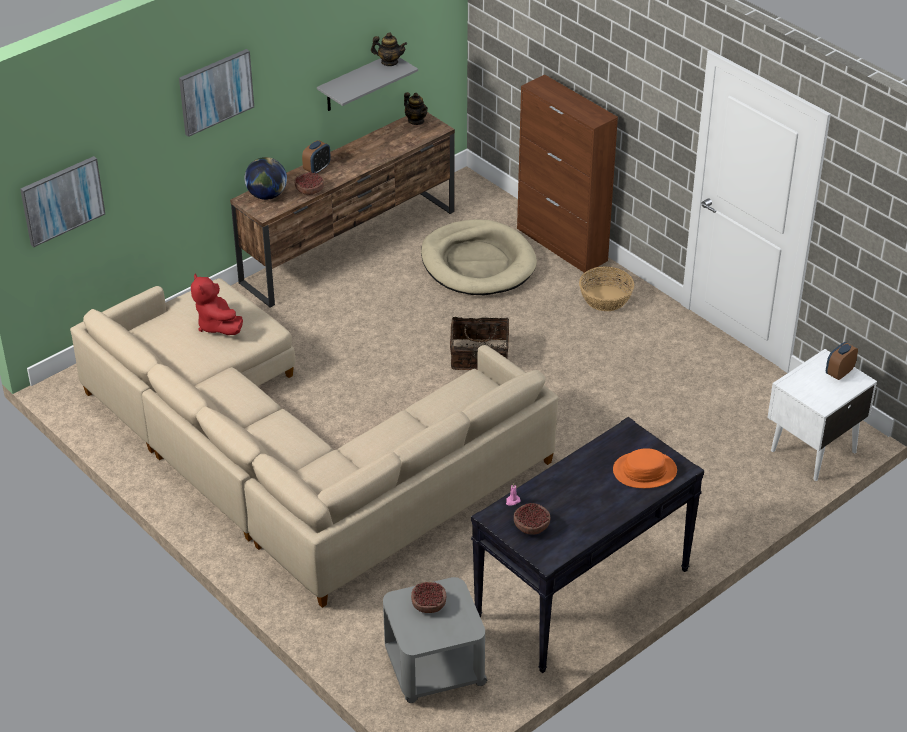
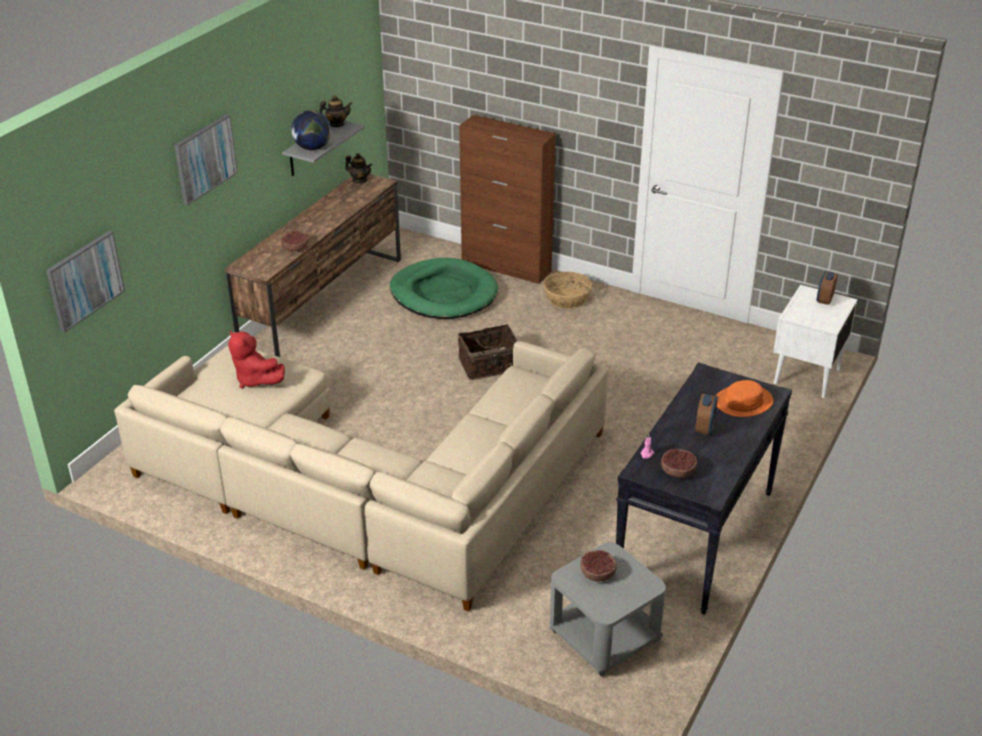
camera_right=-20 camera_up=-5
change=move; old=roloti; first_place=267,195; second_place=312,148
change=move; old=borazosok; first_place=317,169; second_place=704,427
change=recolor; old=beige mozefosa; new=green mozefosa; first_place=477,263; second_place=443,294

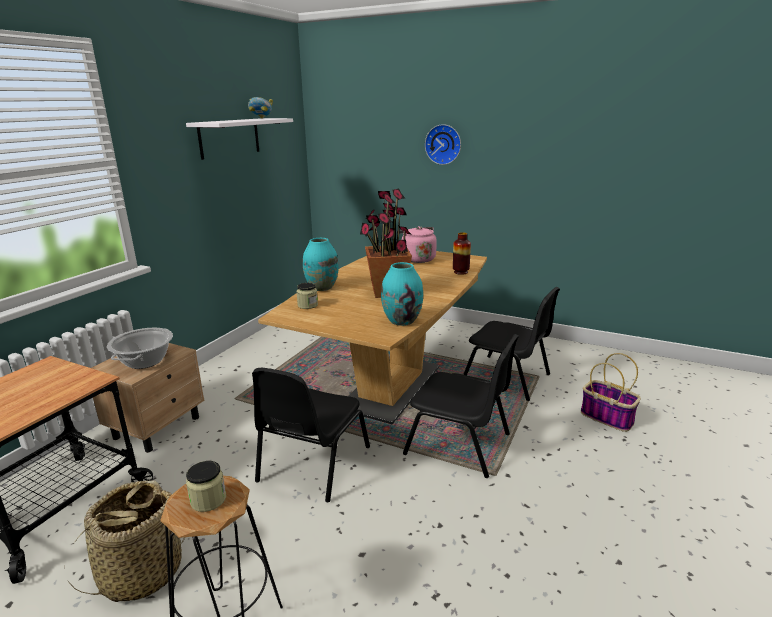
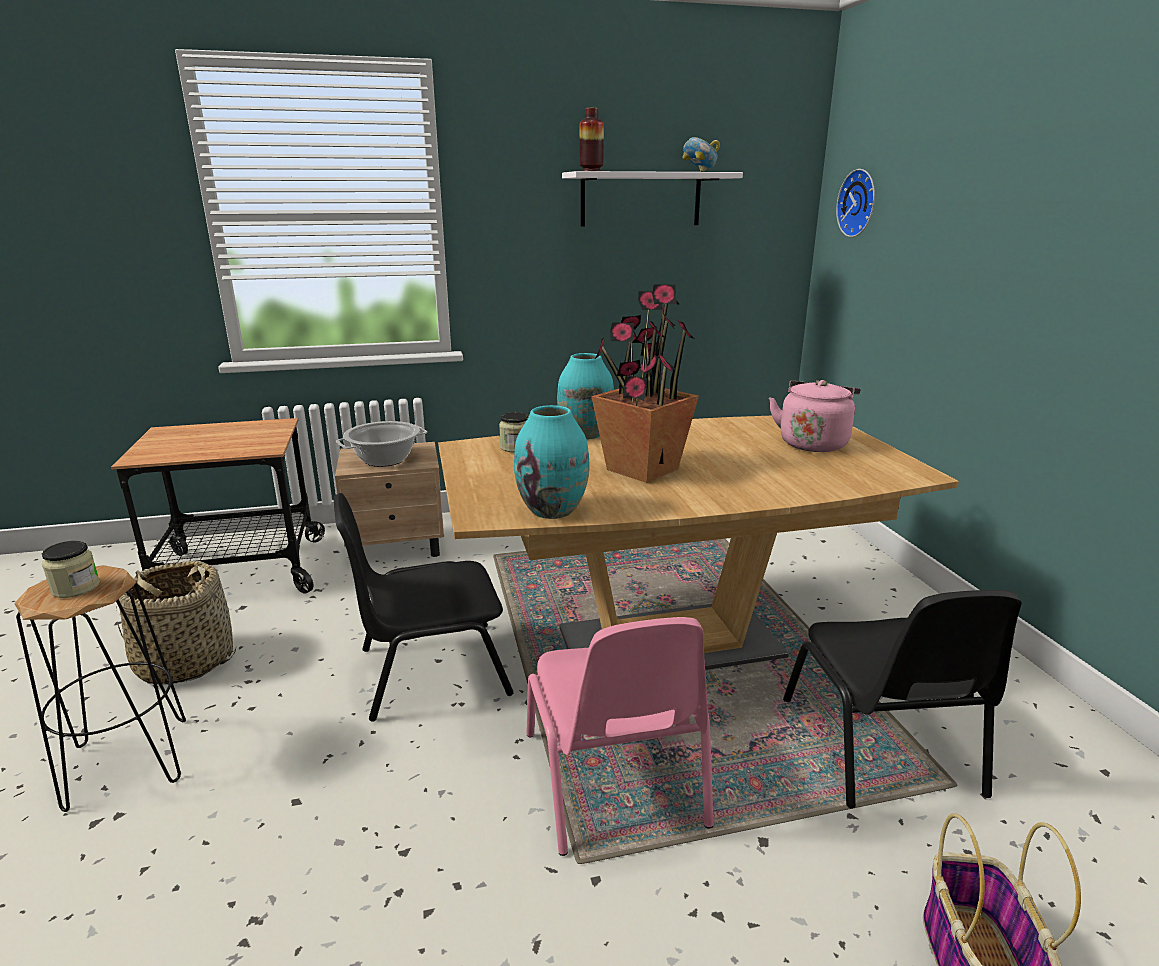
camera_right=50 camera_up=0
change=move; old=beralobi; first_place=443,144; second_place=859,203
change=move; old=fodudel; first_place=460,272; second_place=591,171
change=recolor; old=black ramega; new=pink ramega; first_place=459,444; second_place=615,780

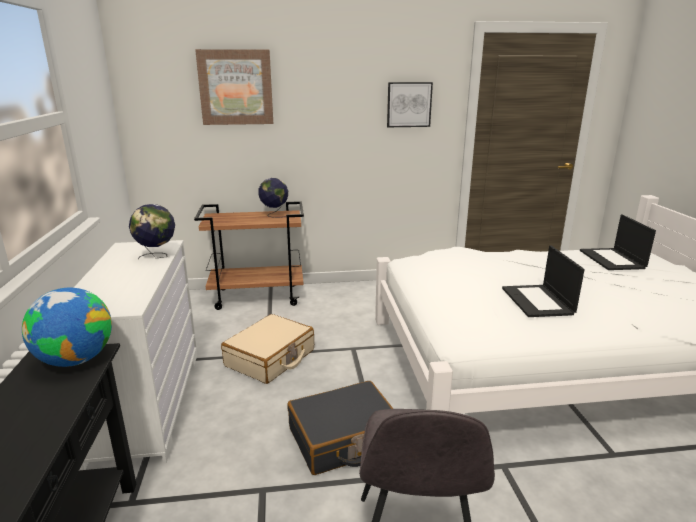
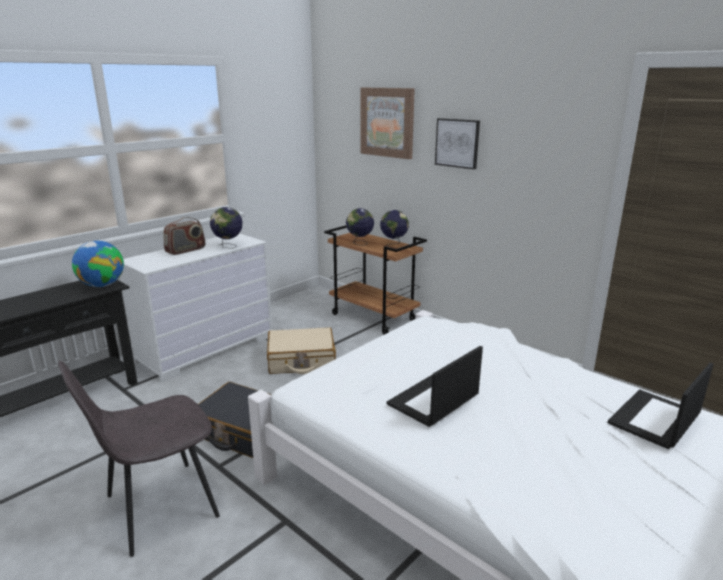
camera_right=50 camera_up=0
change=insert; new=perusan; second_place=186,250
change=insert; new=roloti; second_place=360,243
change=move; old=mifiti; first_place=409,104; second_place=457,143

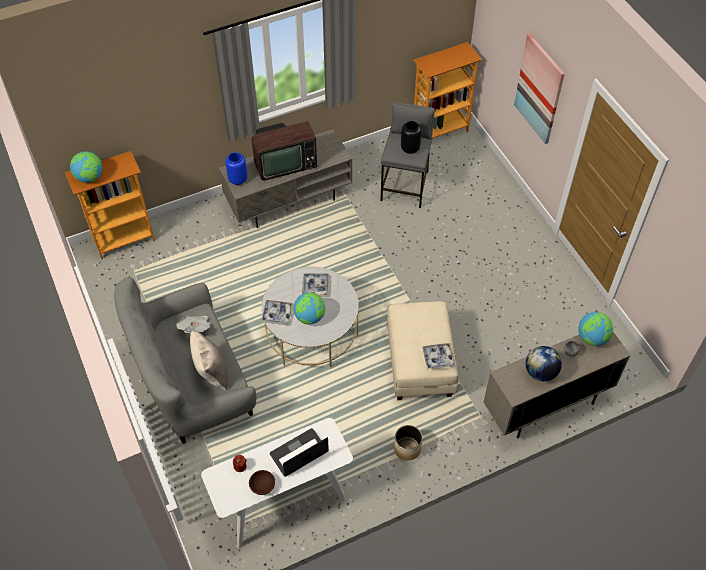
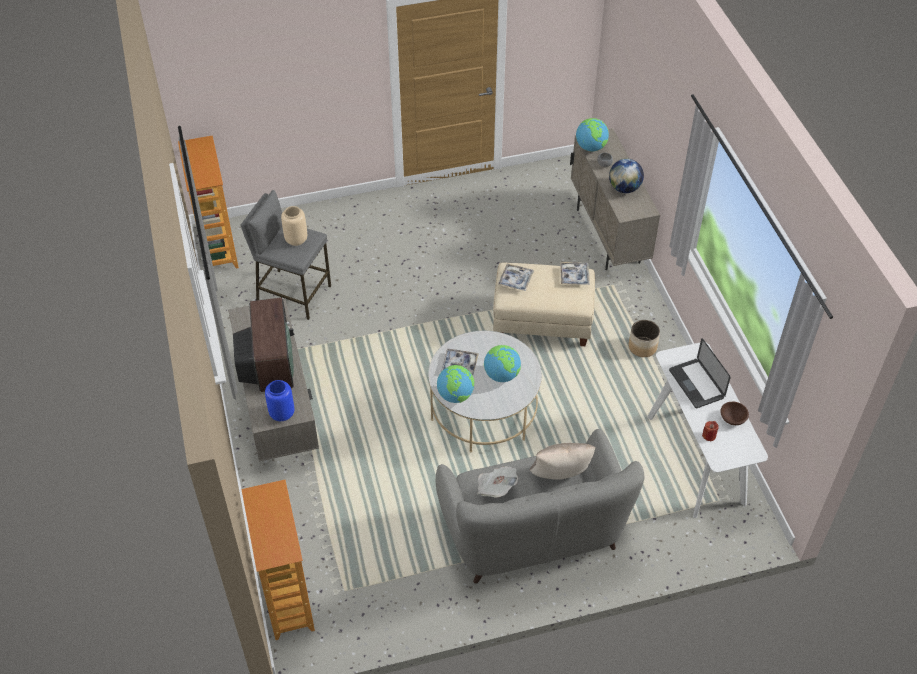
camera_right=-80 camera_up=-5
change=delete; old=mifiti; first_place=539,89
change=move; old=roloti; first_place=90,177; second_place=455,395
change=move; old=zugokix; first_place=277,314; second_place=516,280
change=recolor; old=black fodudel; new=beige fodudel; first_place=409,148; second_place=295,240

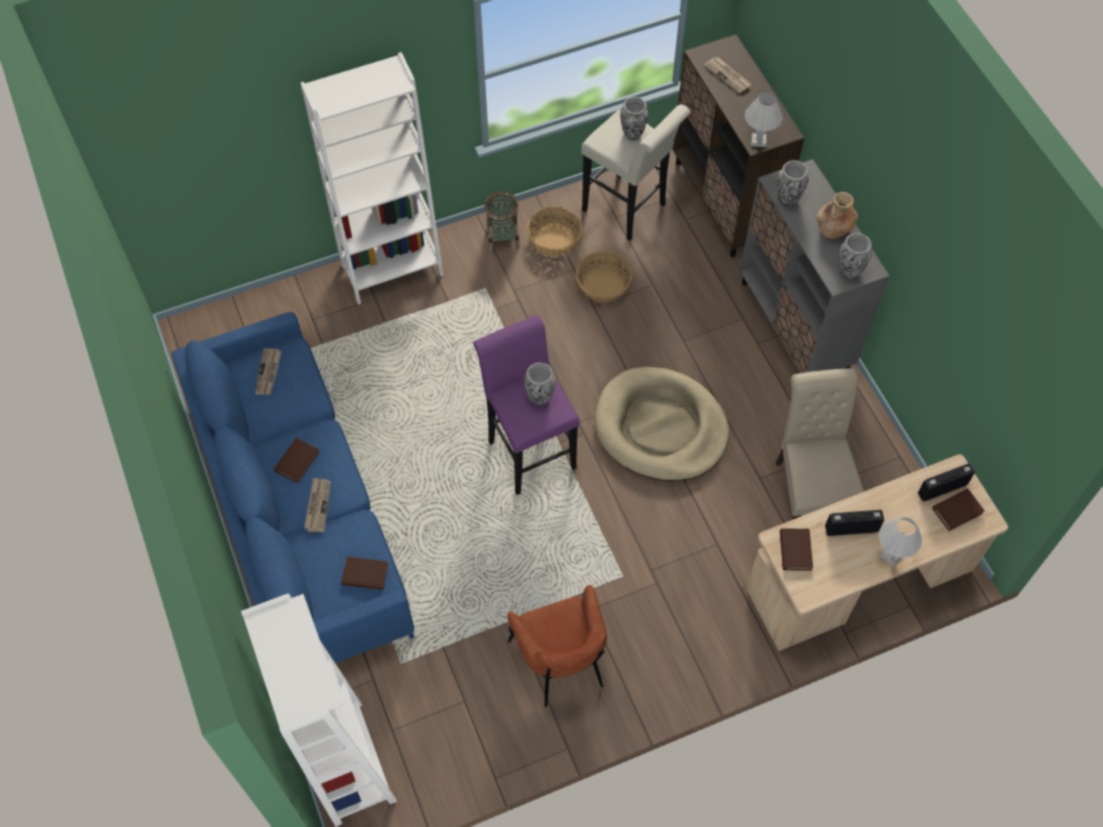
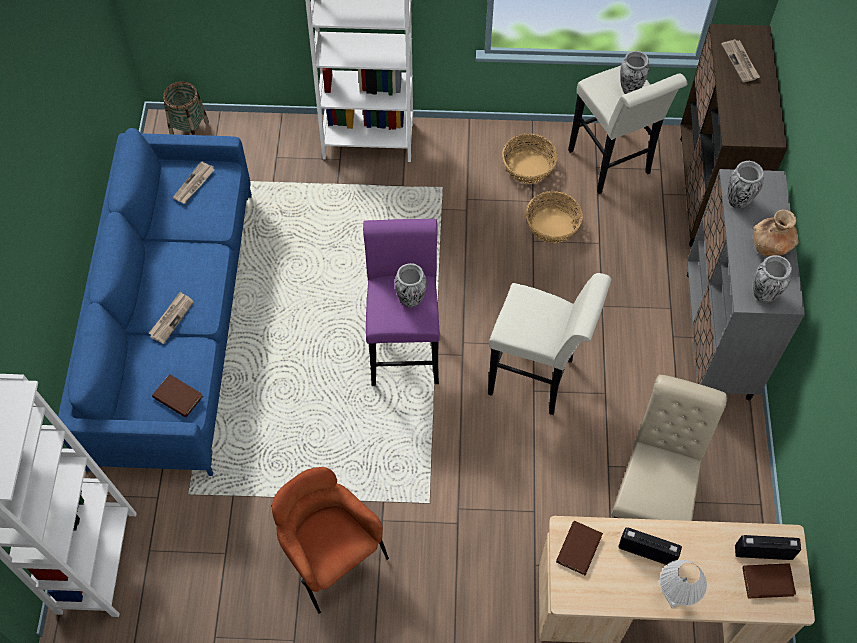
camera_right=25 camera_up=0
change=delete; old=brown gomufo; first_place=297,461
change=delete; old=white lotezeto; first_place=758,141
change=move; old=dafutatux; first_place=503,237; second_place=189,128
change=replace; old=beige mozefosa; new=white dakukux; first_place=660,427; second_place=537,379
change=rotate; old=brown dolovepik; first_place=560,661; second_place=330,556; degrees=135

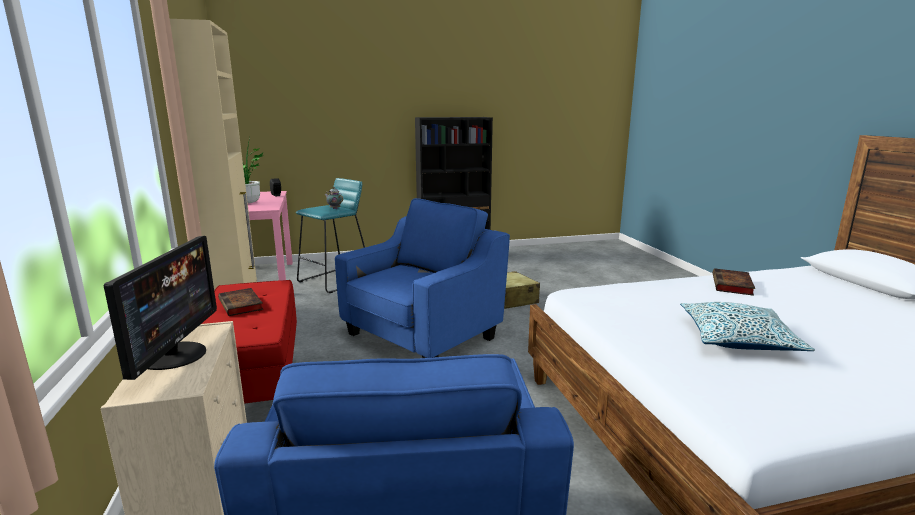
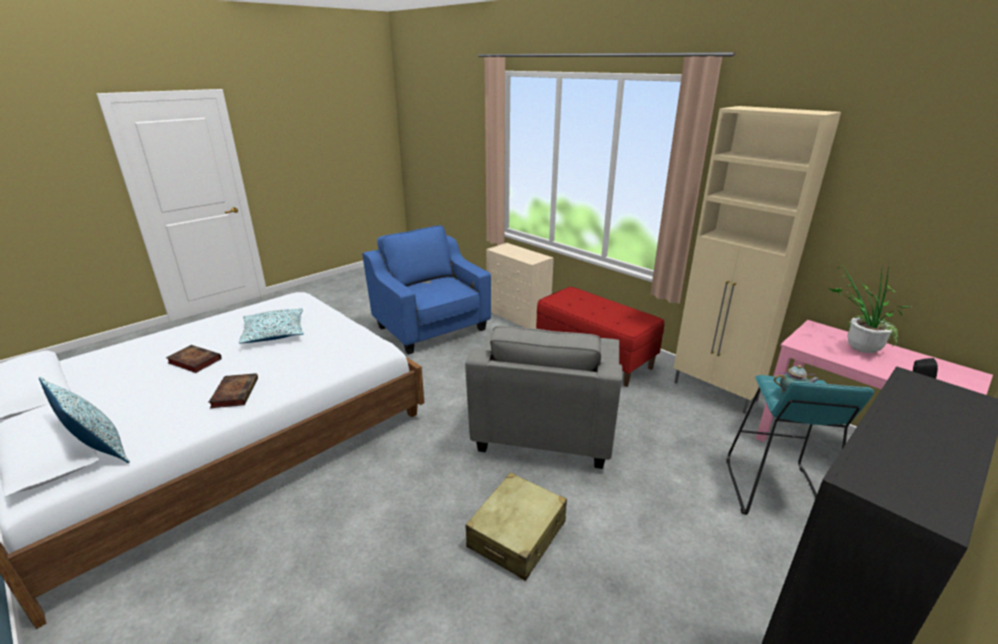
camera_right=150 camera_up=10
change=delete; old=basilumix; first_place=174,355
change=insert; new=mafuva; second_place=99,451
change=move; old=gomufo; first_place=241,305; second_place=193,361
change=recolor; old=blue dolovepik; new=grey dolovepik; first_place=422,336; second_place=544,430

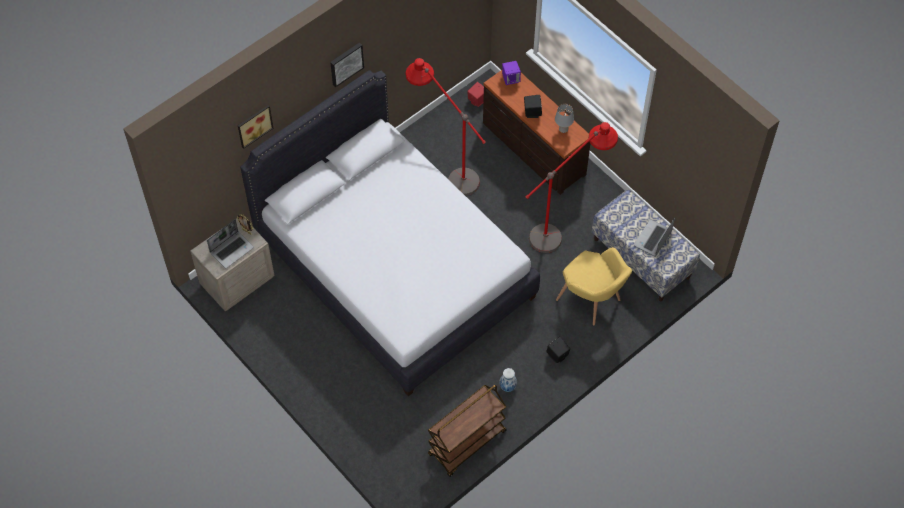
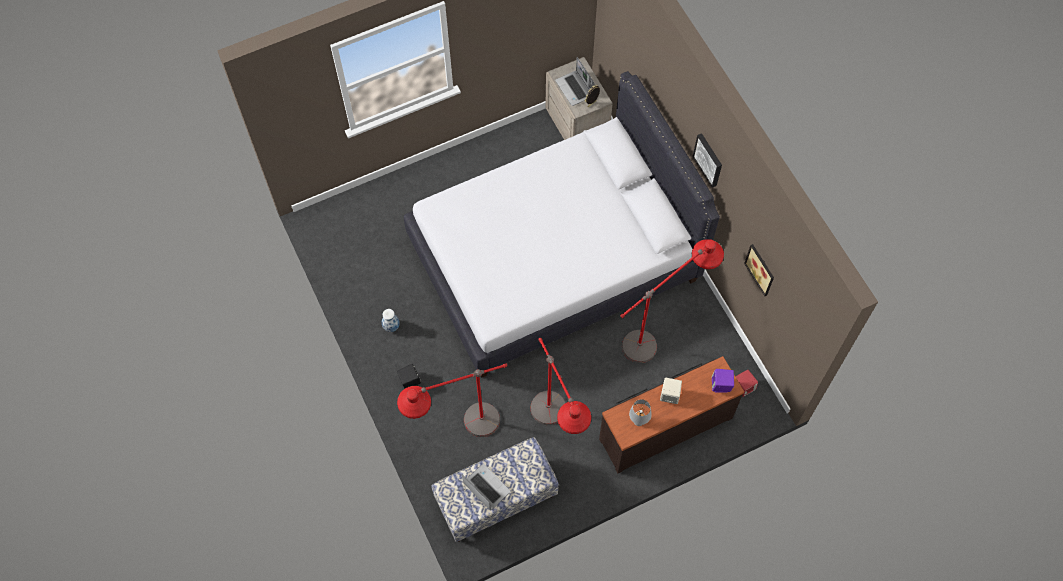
camera_right=105 camera_up=5
change=delete; old=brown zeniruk; first_place=467,444
change=move; old=mifiti; first_place=254,125; second_place=761,269
change=replace; old=yellow dolovepik; new=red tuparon; first_place=592,302; second_place=459,432
change=recolor; old=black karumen; new=beige karumen; first_place=532,112; second_place=670,395

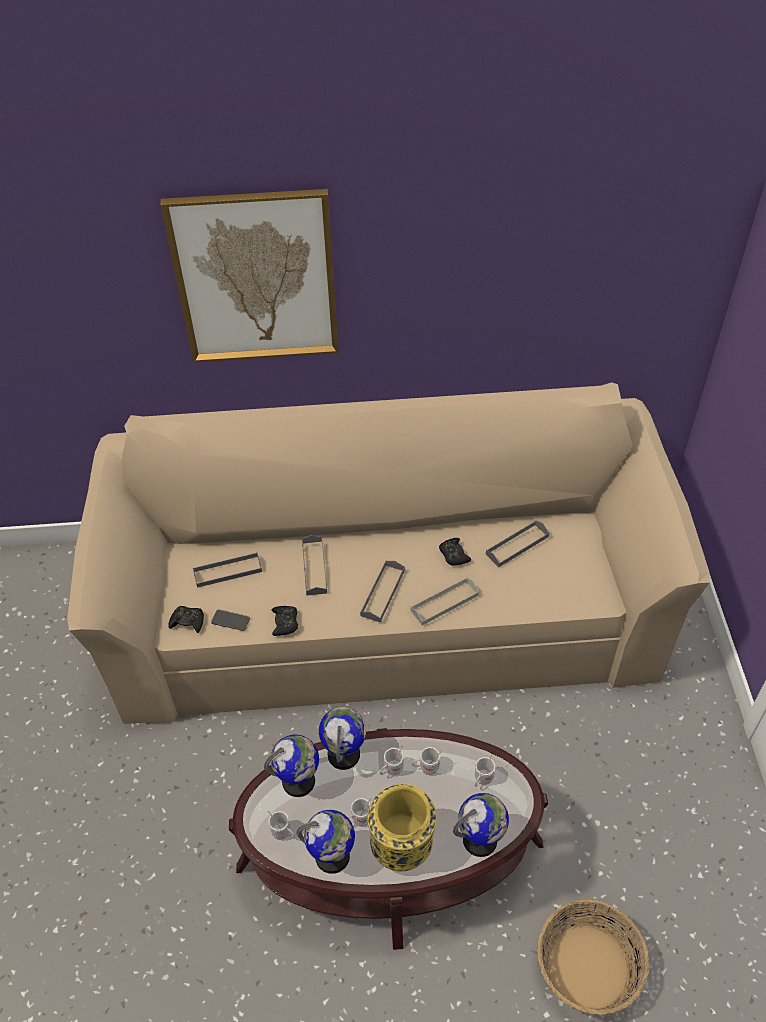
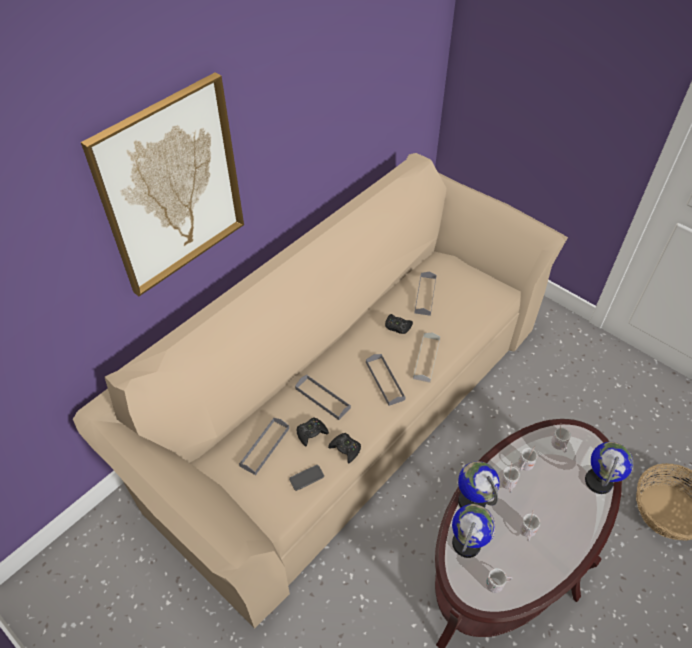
camera_right=-45 camera_up=0
change=delete; old=roloti; first_place=332,857
change=delete; old=yellow fodudel; first_place=402,845
change=move; old=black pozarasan; first_place=187,621; second_place=311,433

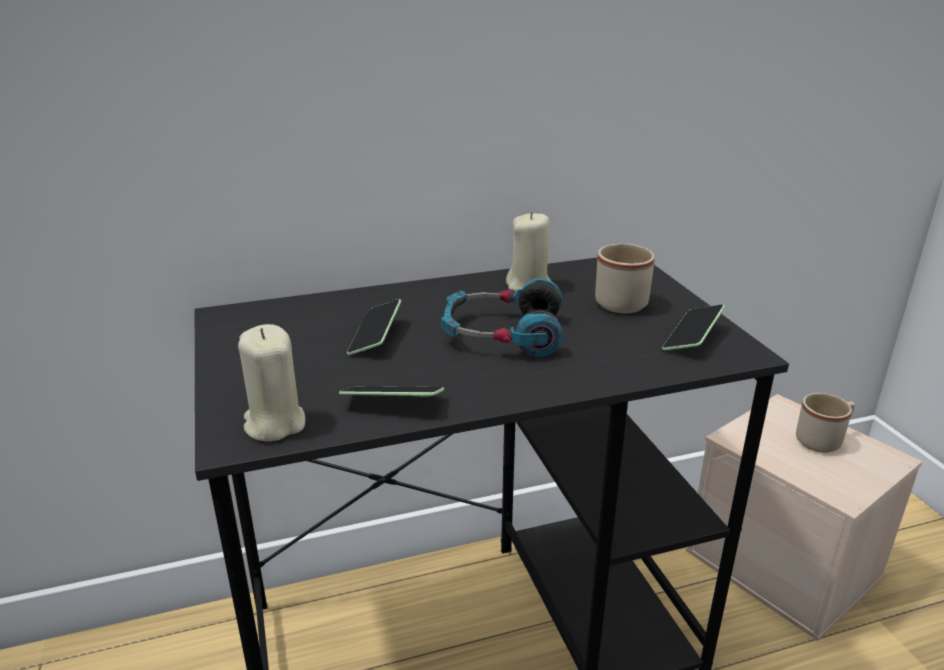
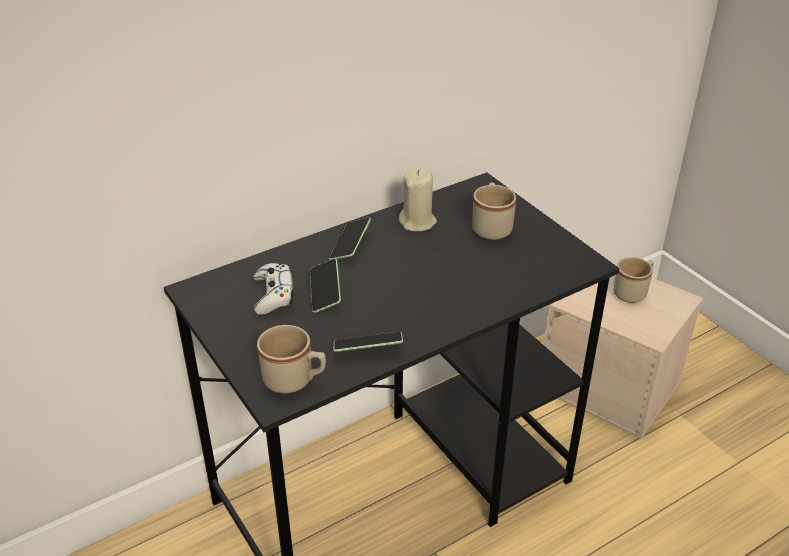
camera_right=-15 camera_up=10
change=delete; old=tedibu; first_place=502,334
change=insert; new=white pozarasan; second_place=273,295
change=move; old=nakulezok; first_place=692,338; second_place=350,246
change=replace; old=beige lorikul; new=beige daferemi; first_place=274,423; second_place=295,380

